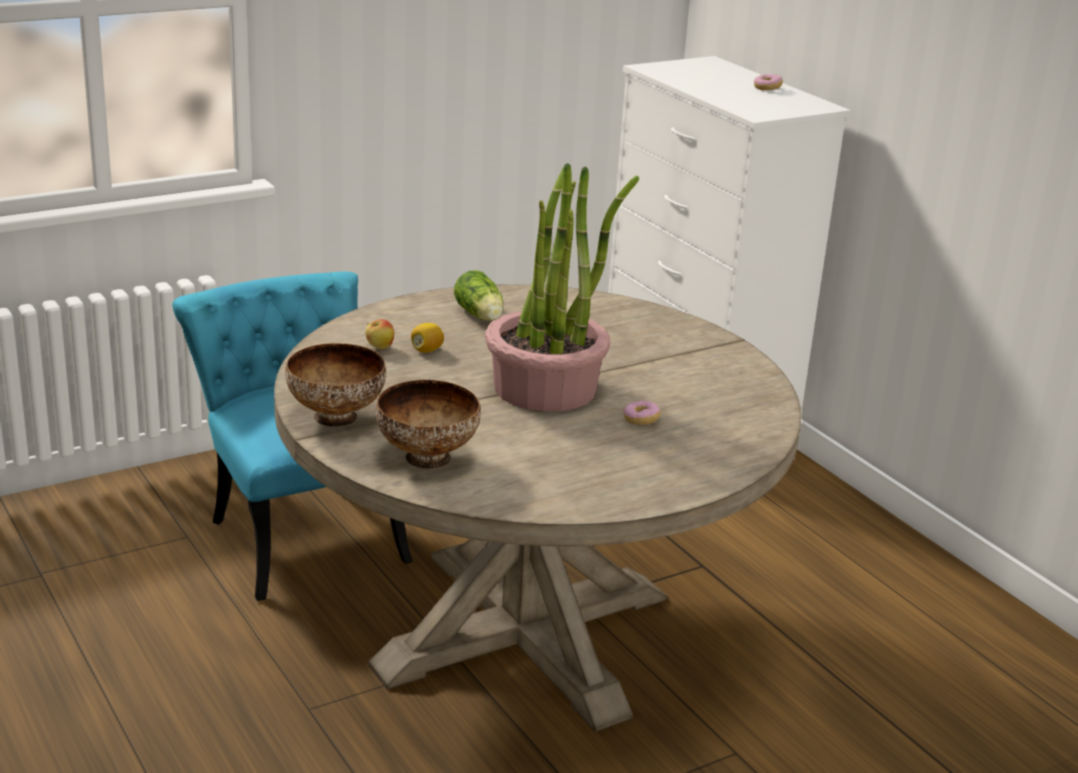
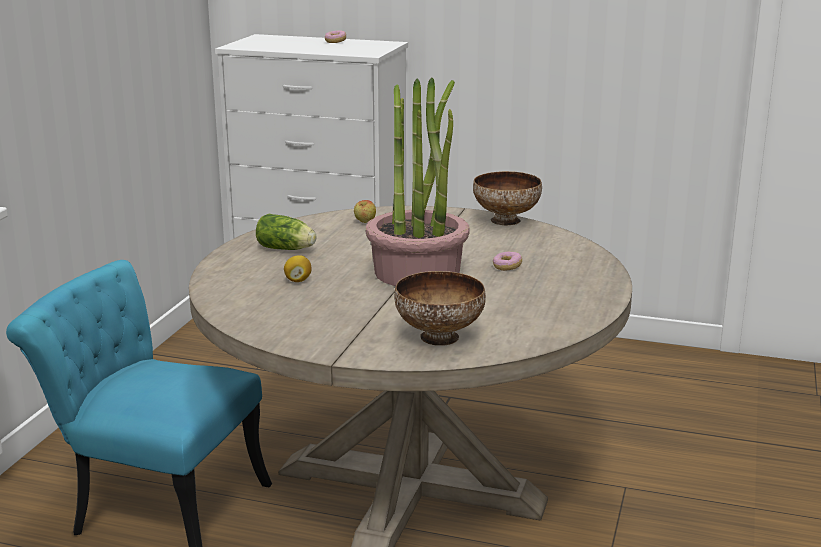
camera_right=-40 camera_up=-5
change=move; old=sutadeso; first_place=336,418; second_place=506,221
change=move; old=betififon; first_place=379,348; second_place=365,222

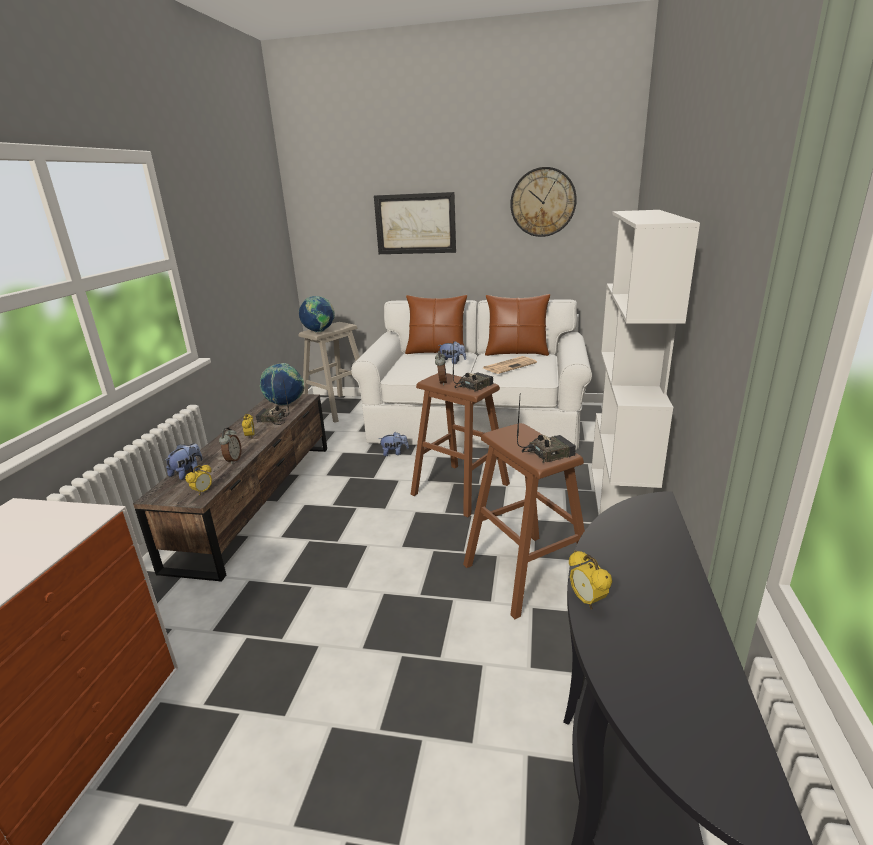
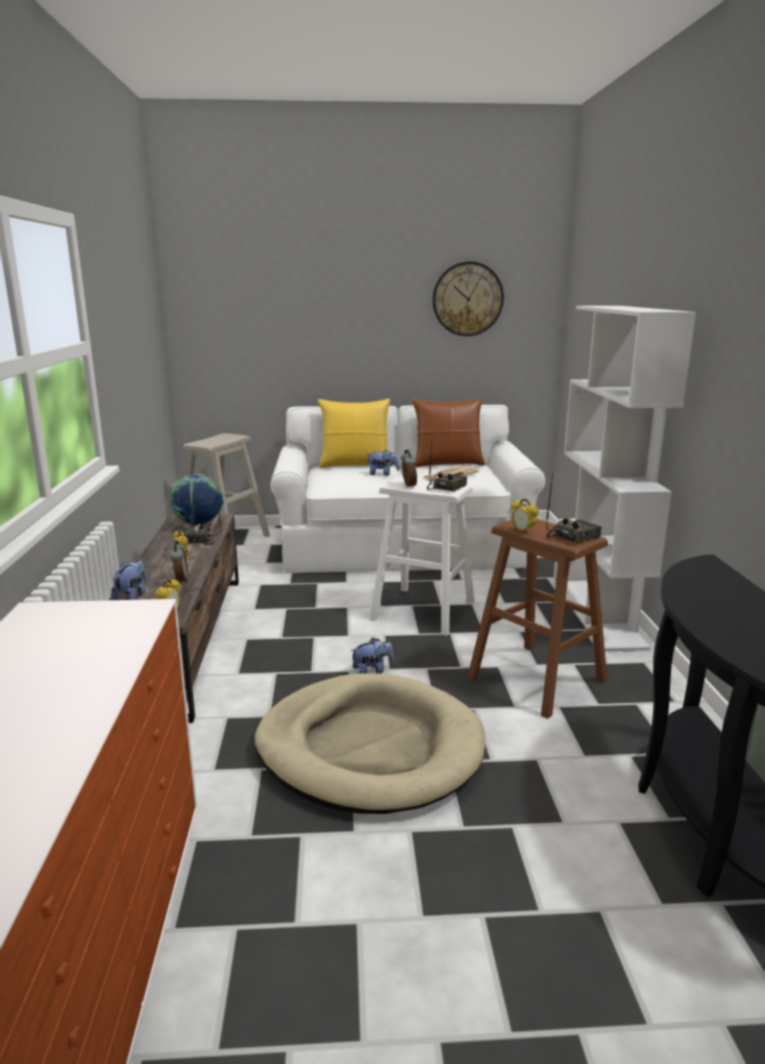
camera_right=-15 camera_up=-5
change=delete; old=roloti; first_place=319,332
change=delete; old=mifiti; first_place=415,224
change=insert; new=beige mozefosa; second_place=369,748
change=move; old=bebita; first_place=394,453; second_place=372,671
change=move; old=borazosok; first_place=587,601; second_place=523,531
change=recolor; old=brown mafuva; new=yellow mafuva; first_place=436,352; second_place=355,465
change=recolor; old=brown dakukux; new=white dakukux; first_place=461,489; second_place=424,610

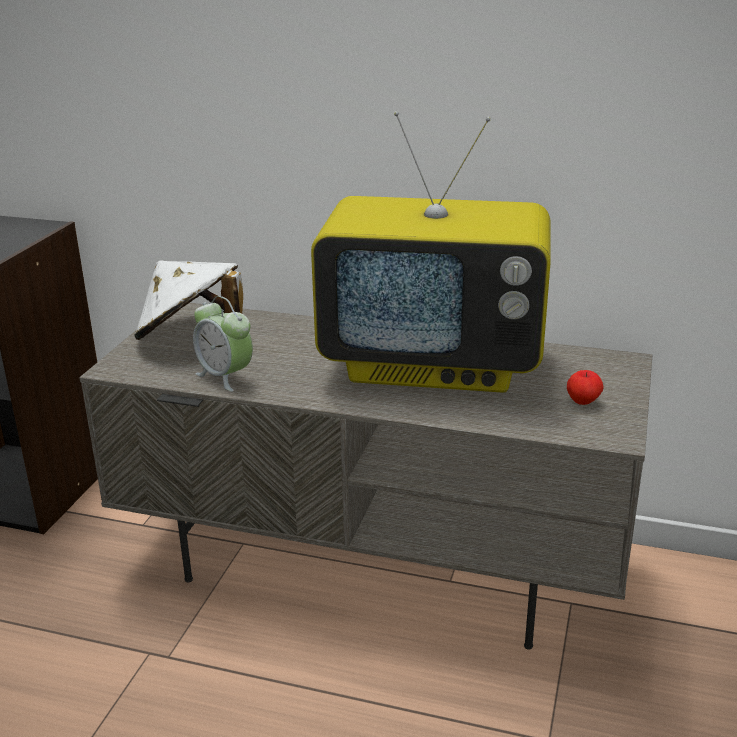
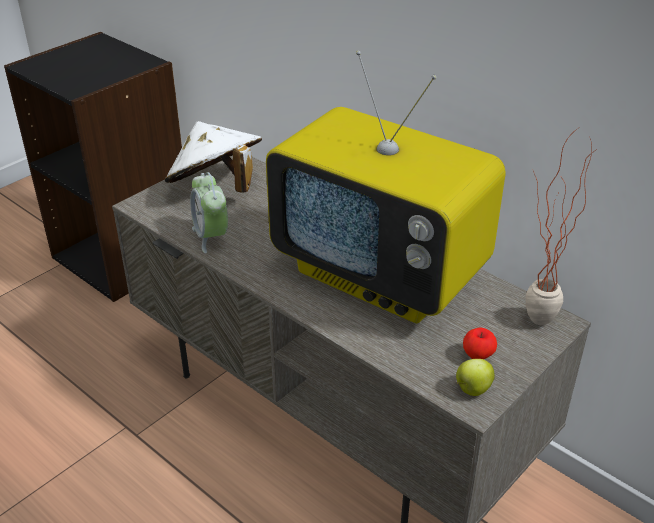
camera_right=25 camera_up=10
change=insert; new=betififon; second_place=472,389
change=insert; new=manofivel; second_place=532,325

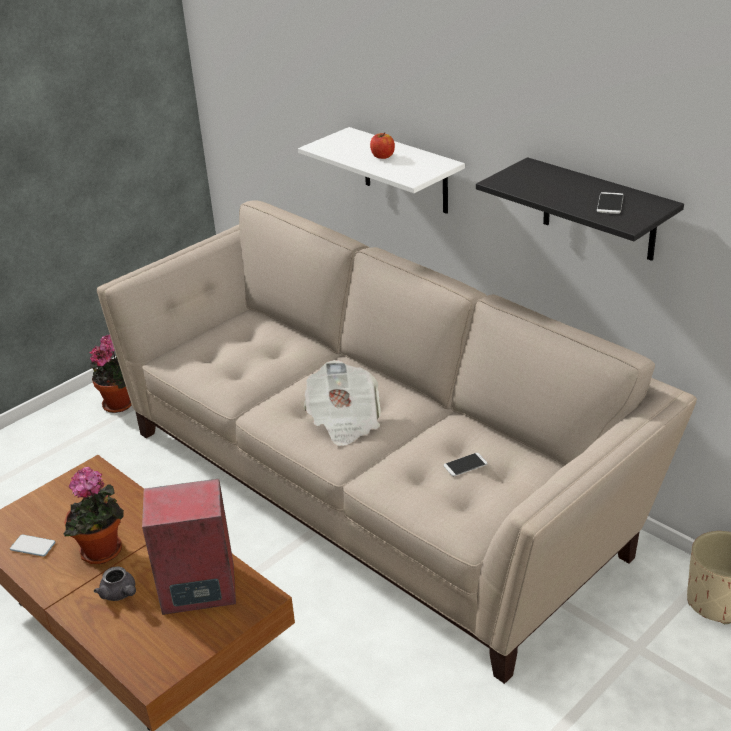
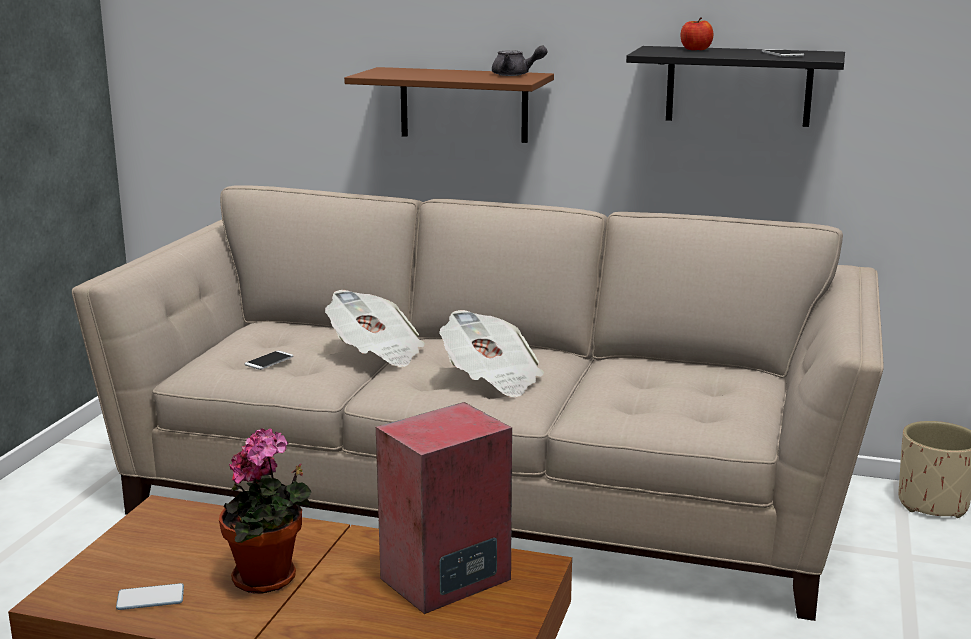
camera_right=-30 camera_up=-15
change=delete; old=manofivel; first_place=121,403
change=insert; new=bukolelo; second_place=376,353
change=move; old=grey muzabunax; first_place=120,594; second_place=515,75
change=move; old=betififon; first_place=382,156; second_place=696,49
change=move; old=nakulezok; first_place=465,465; second_place=269,361
change=recolor; old=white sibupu; new=brown sibupu; first_place=405,171; second_place=463,104

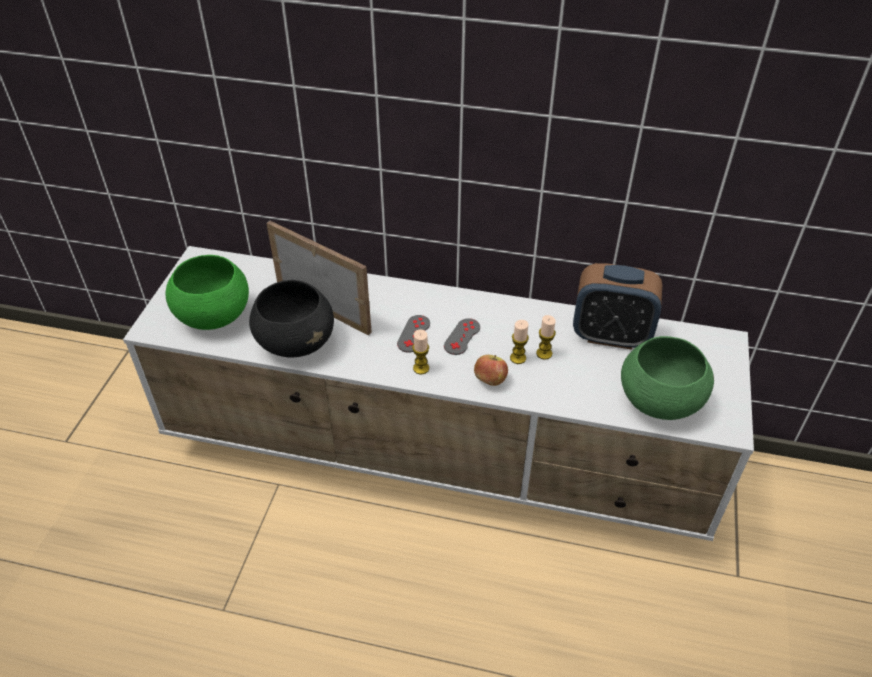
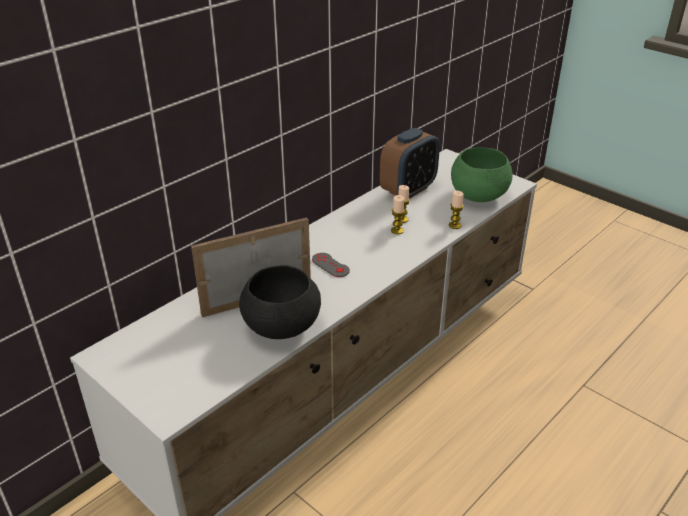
camera_right=-60 camera_up=-10
change=delete; old=green sutadeso; first_place=213,316
change=delete; old=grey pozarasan; first_place=462,337
change=delete; old=betififon; first_place=490,380
change=move; old=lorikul; first_place=421,368; second_place=454,225

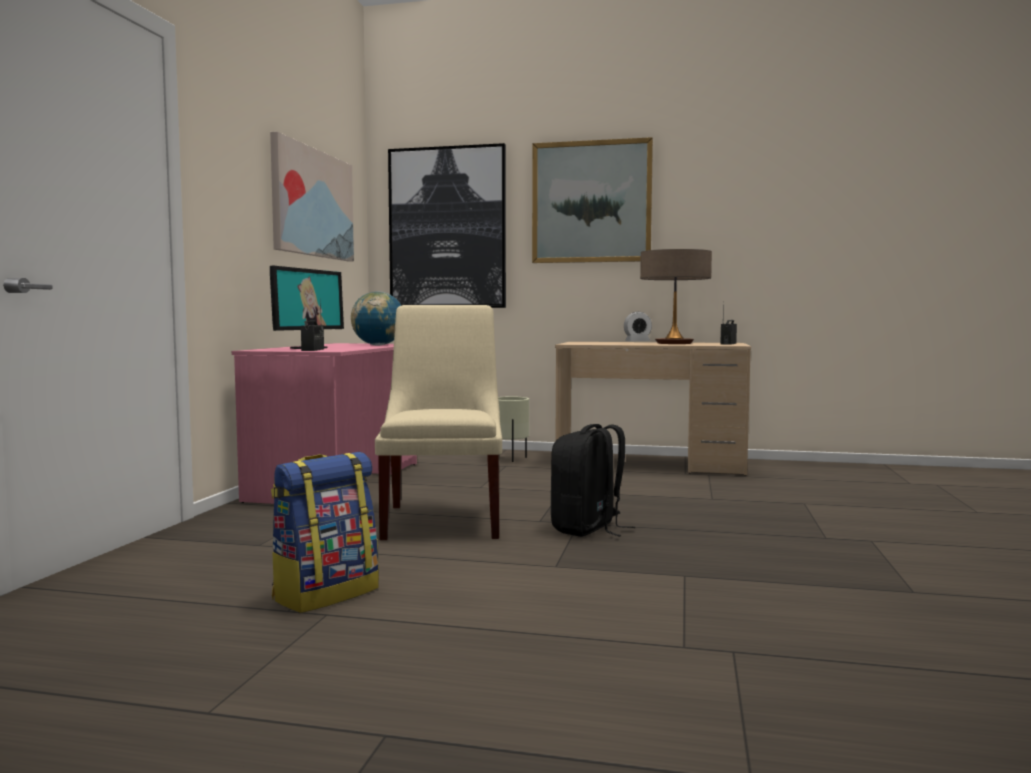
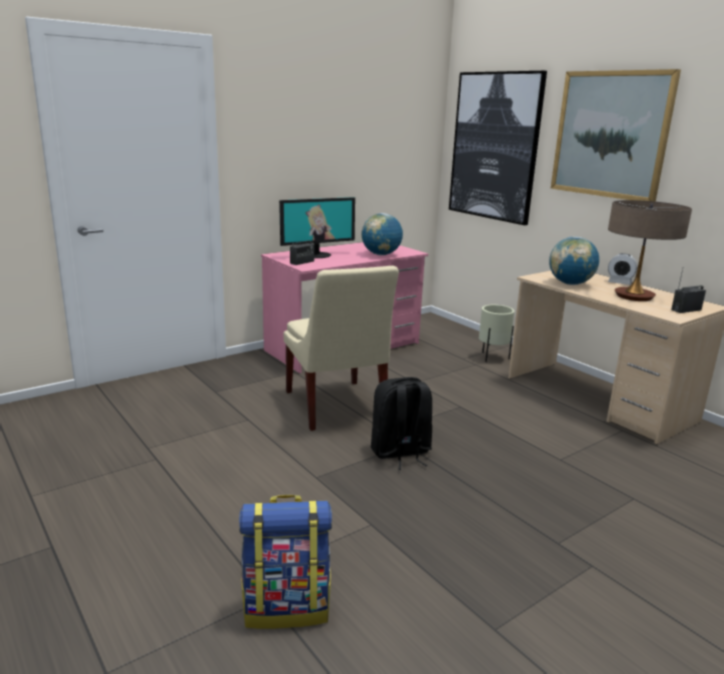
camera_right=40 camera_up=15
change=delete; old=mifiti; first_place=312,203
change=insert; new=roloti; second_place=570,284
change=move; old=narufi; first_place=326,594; second_place=287,607
change=rotate; old=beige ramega; first_place=444,519; second_place=336,407; degrees=120

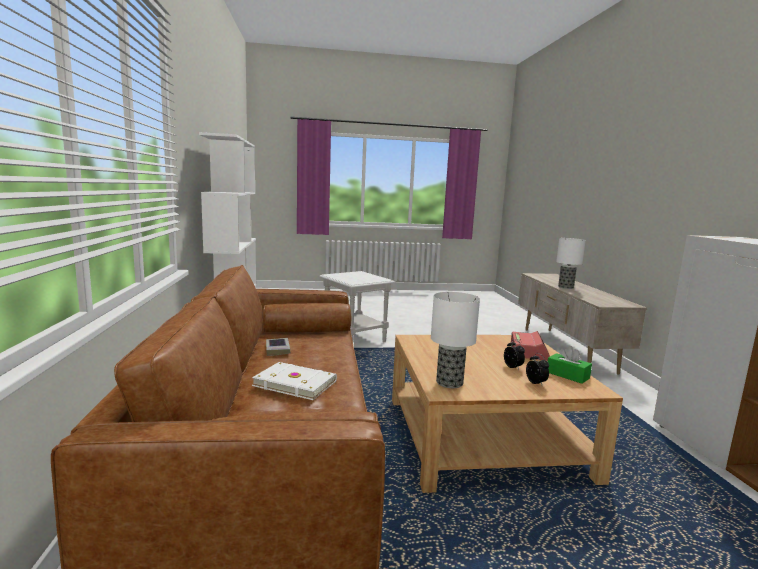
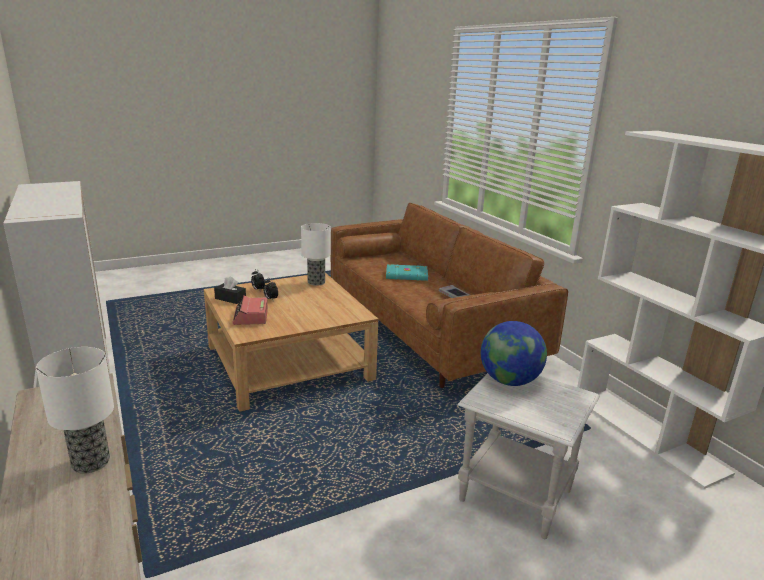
camera_right=160 camera_up=10
change=insert; new=roloti; second_place=509,381
change=recolor; old=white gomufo; new=turquoise gomufo; first_place=295,383; second_place=407,275
change=recolor; old=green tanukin; new=black tanukin; first_place=567,375; second_place=230,299

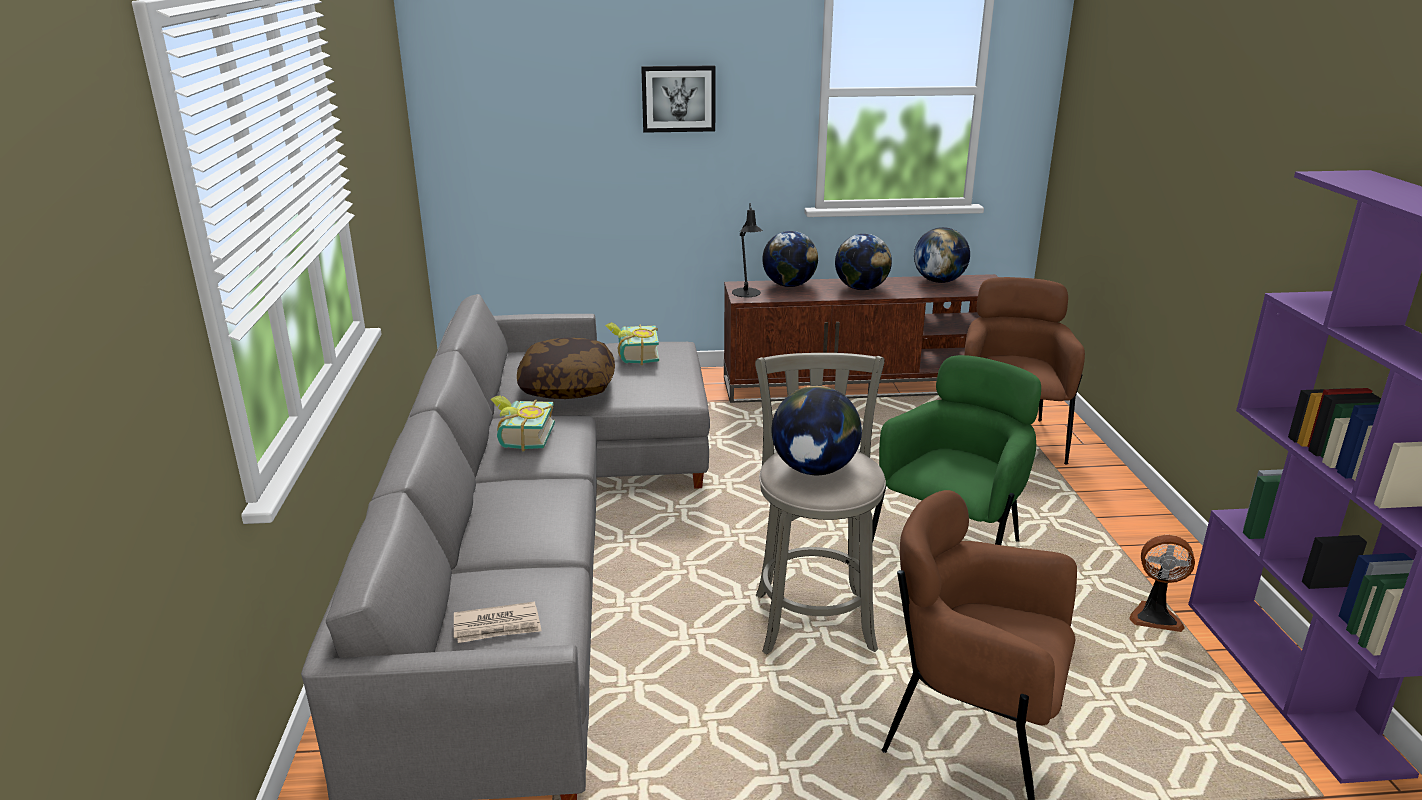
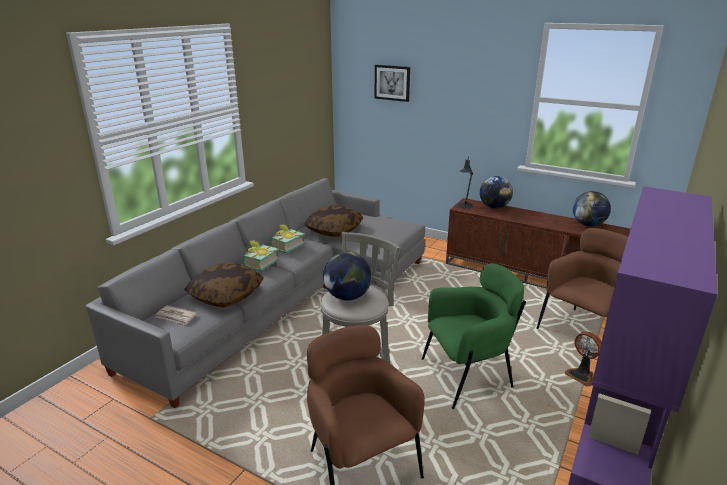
camera_right=35 camera_up=0
change=delete; old=roloti; first_place=861,288
change=insert; new=mafuva; second_place=226,295
change=move; old=gomufo; first_place=633,356; second_place=258,263
change=move; old=mifiti; first_place=678,98; second_place=392,82
change=move; old=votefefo; first_place=1154,617; second_place=581,375

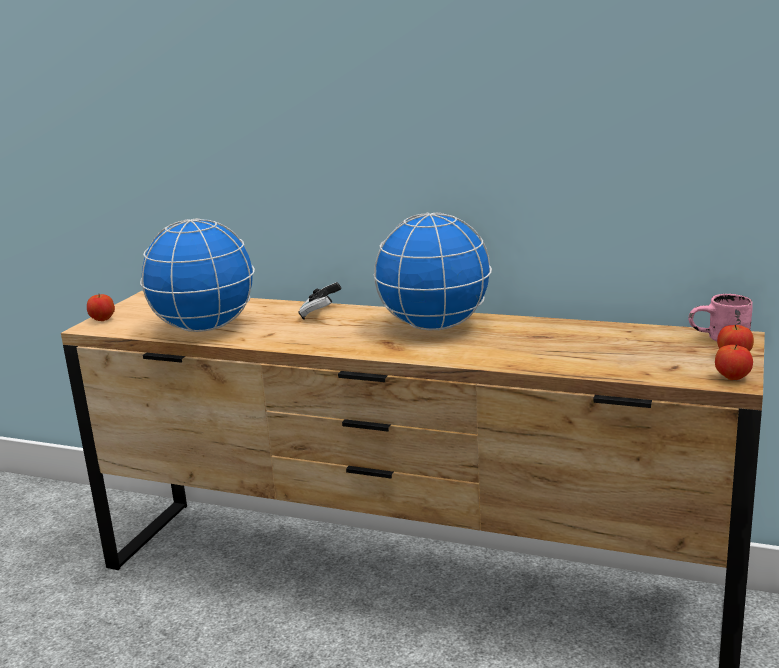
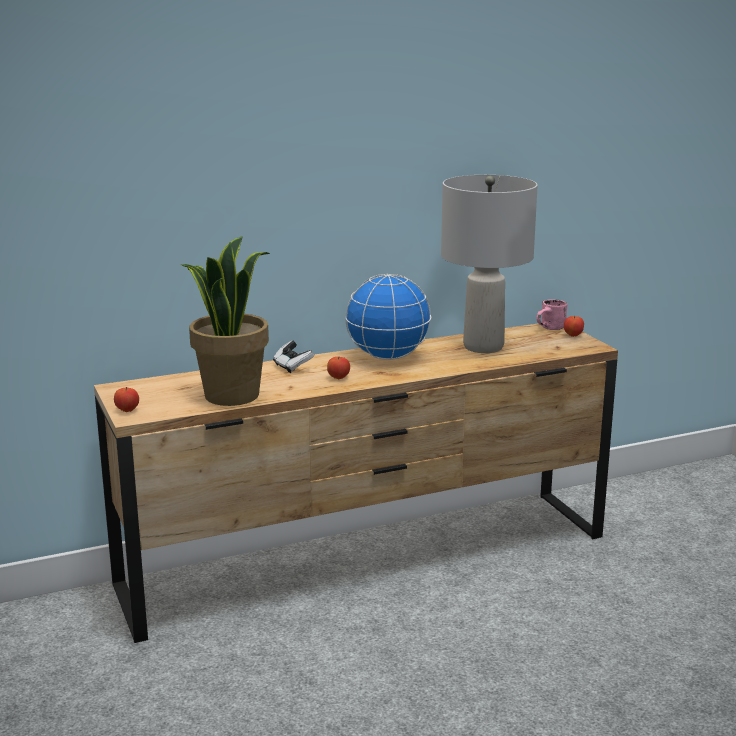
camera_right=-45 camera_up=0
change=insert; new=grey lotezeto; second_place=484,347
change=move; old=betififon; first_place=732,378; second_place=338,378
change=replace; old=roloti; new=manofivel; first_place=204,328; second_place=231,395

